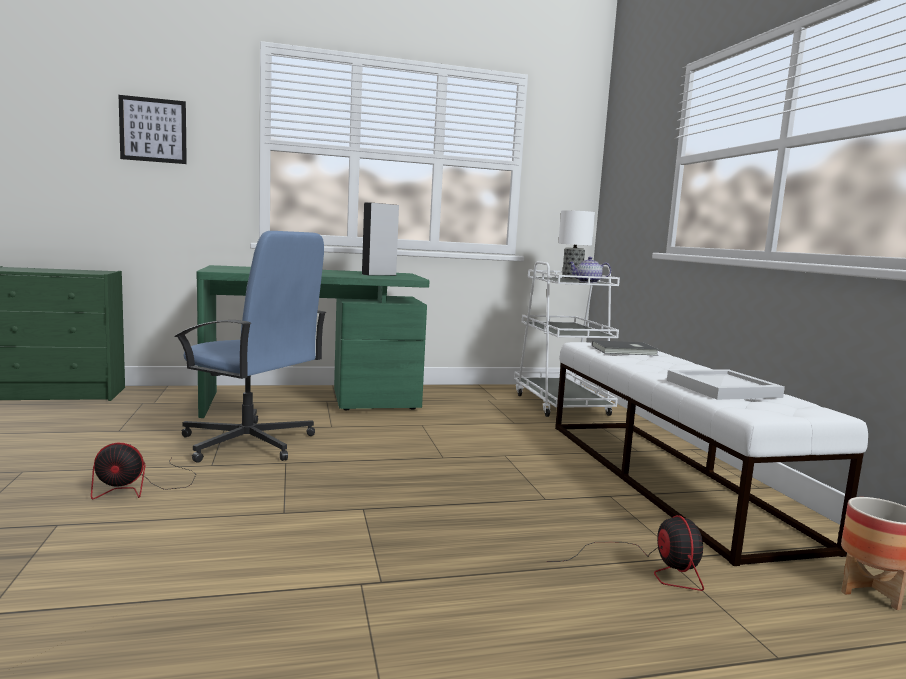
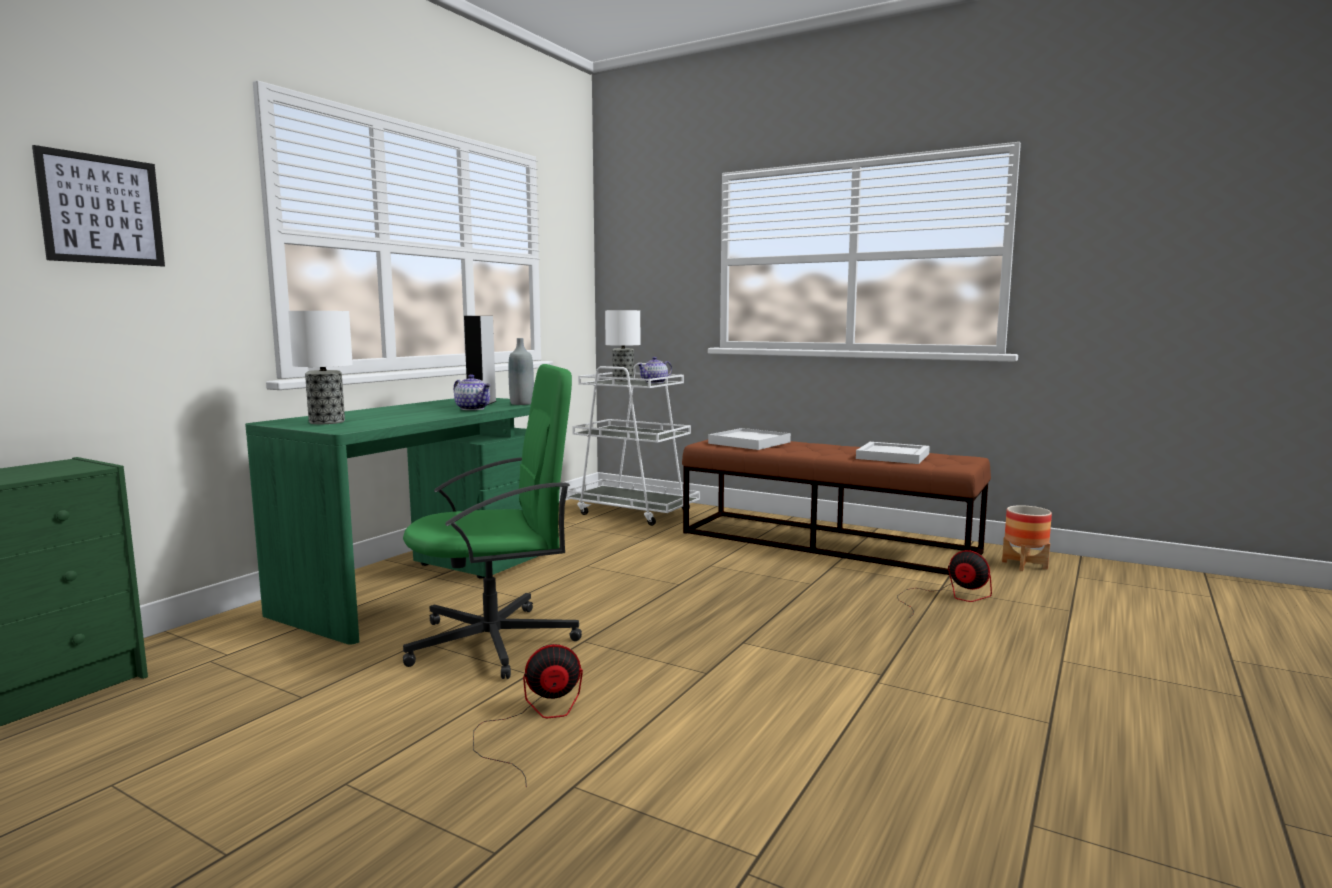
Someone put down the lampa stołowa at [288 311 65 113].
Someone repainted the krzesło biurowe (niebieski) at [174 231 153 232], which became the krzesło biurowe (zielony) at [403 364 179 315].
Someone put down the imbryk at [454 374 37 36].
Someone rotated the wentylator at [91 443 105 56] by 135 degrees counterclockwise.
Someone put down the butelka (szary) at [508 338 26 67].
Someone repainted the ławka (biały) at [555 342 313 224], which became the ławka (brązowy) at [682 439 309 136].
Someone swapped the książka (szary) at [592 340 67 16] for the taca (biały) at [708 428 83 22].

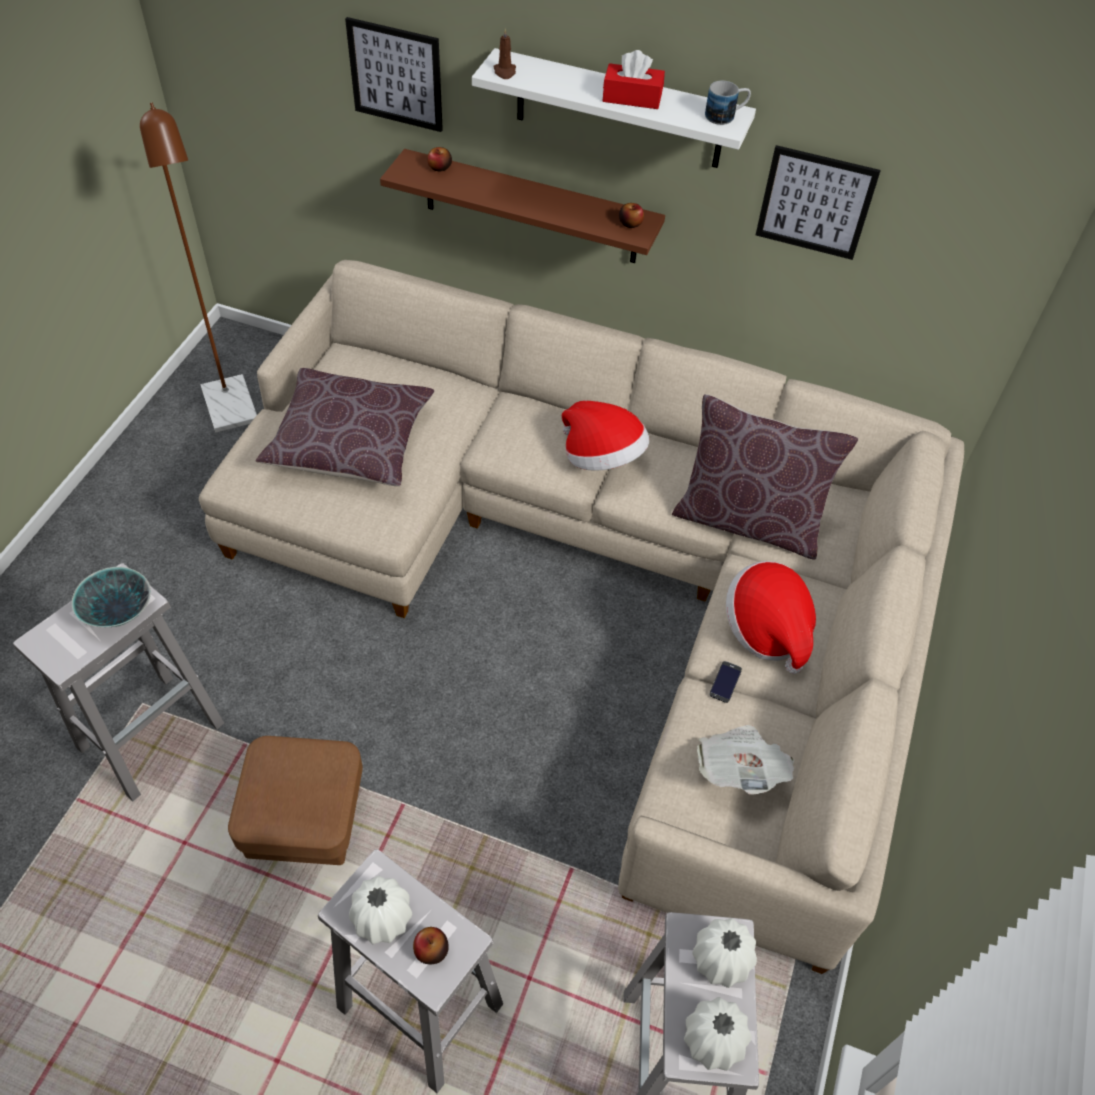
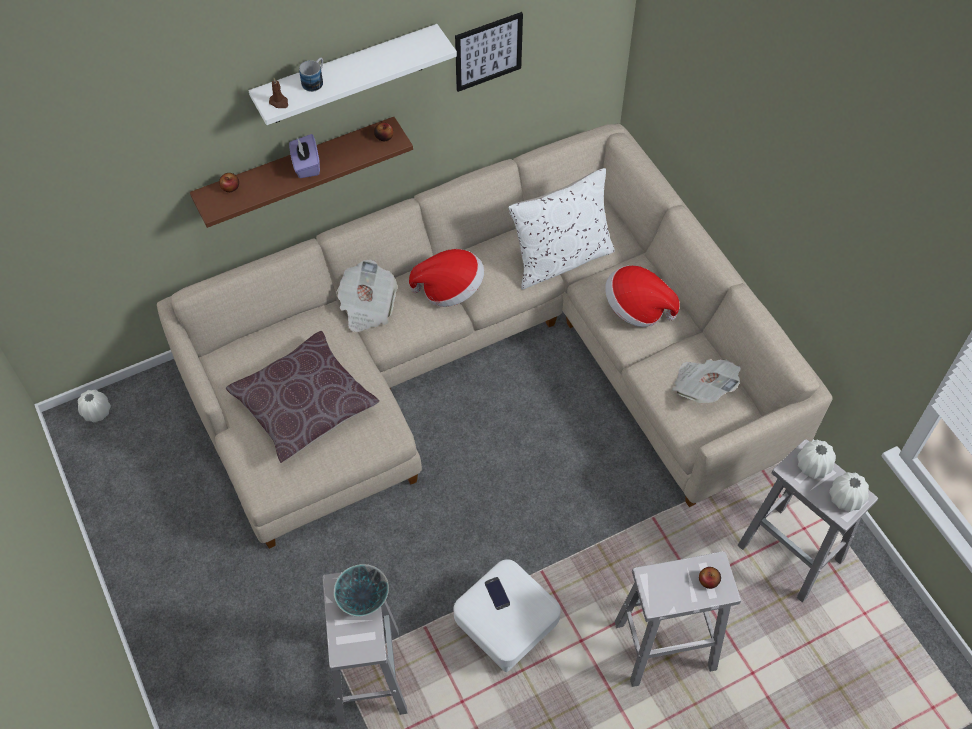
Someone carried the wazon (biały) from [349 876 63 68] to [78 390 33 32].
Someone put down the pudełko chusteczek (fioletowy) at [289 134 31 44].
Someone carried the kubek from [705 81 46 44] to [299 58 24 34].
Someone put down the gazeta at [336 260 62 72].
Someone repainted the pufa (brązowy) at [228 736 135 129], which became the pufa (biały) at [454 559 107 113].
Someone carried the telefon from [709 661 33 42] to [485 577 25 33].
Someone repainted the poduszka (brązowy) at [672 394 186 166], which became the poduszka (biały) at [508 168 107 121].
Someone took away the lampa stojąca (brązowy) at [140 102 117 330].
Someone took away the obraz at [345 17 98 115].
Someone took away the pudełko chusteczek (czerwony) at [603 50 62 59].

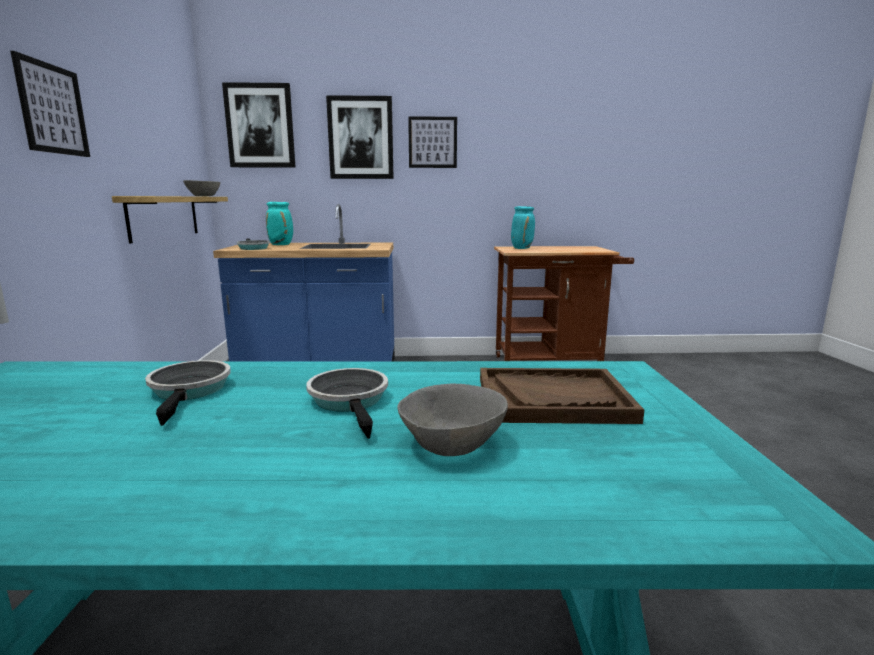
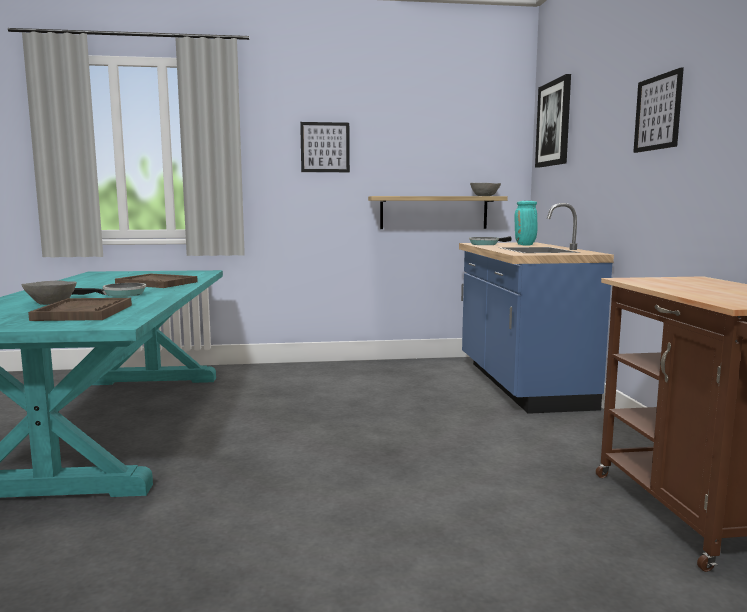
Someone swapped the patelnia at [145 360 86 66] for the taca (brązowy) at [115 274 83 14].
Someone took away the obraz at [326 95 68 84].
Someone took away the wazon (turkusowy) at [511 206 24 43].

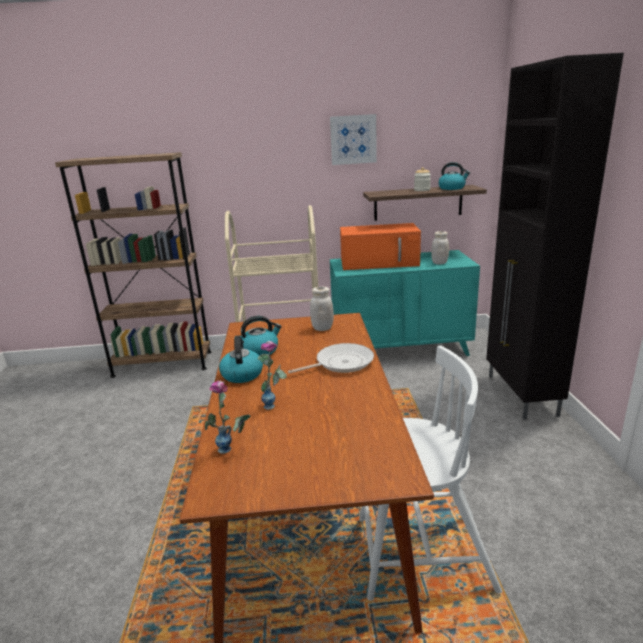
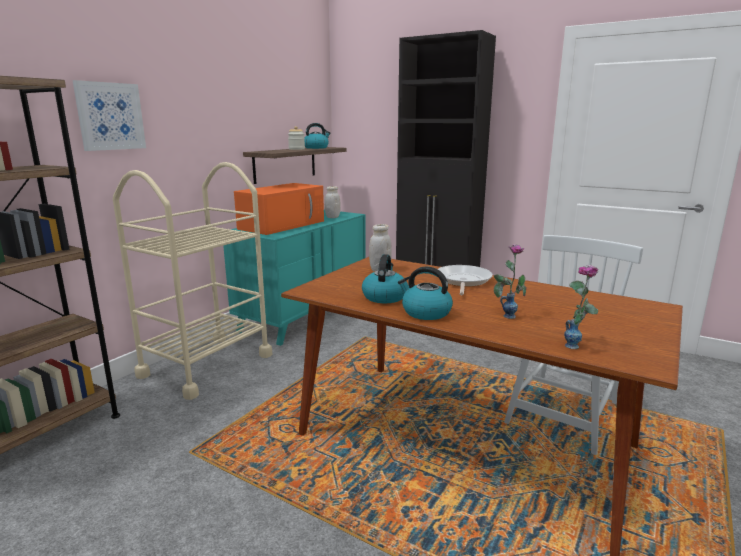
Someone carried the obraz from [330 114 47 51] to [73 80 73 71].

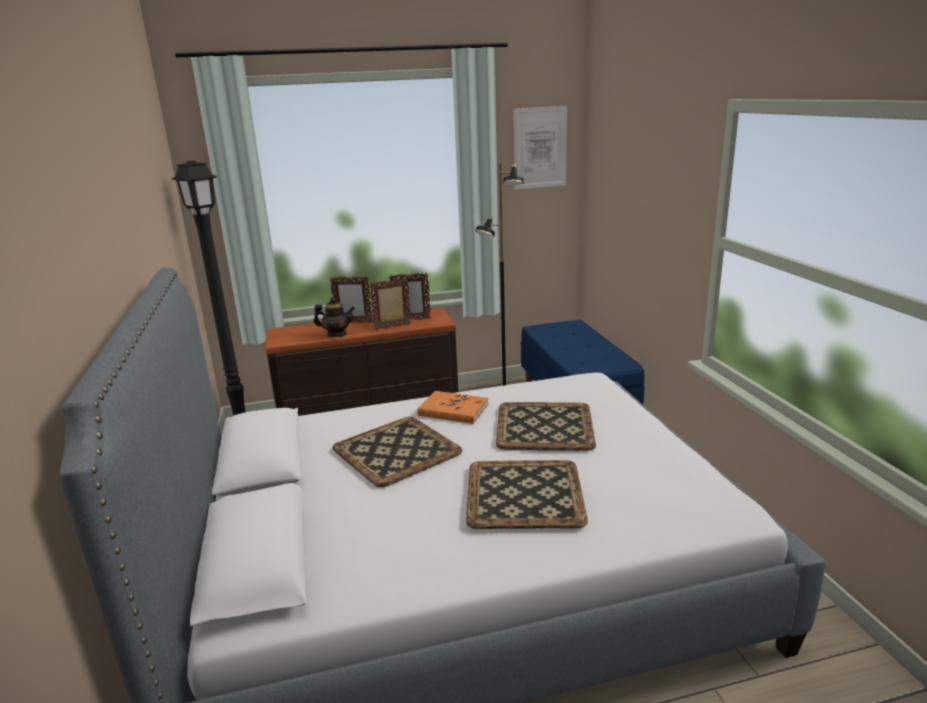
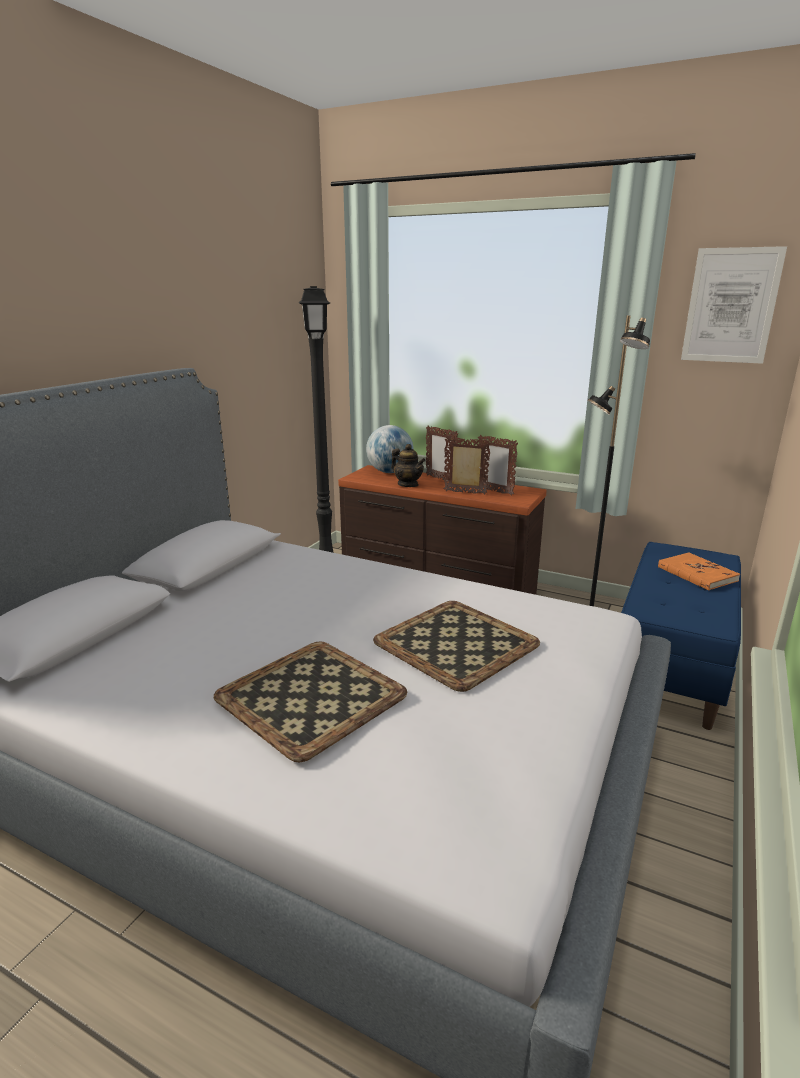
Someone put down the globus at [366 425 47 48].
Someone carried the książka (pomarańczowy) from [417 391 71 33] to [658 552 82 38].
Someone took away the taca at [332 417 130 70].

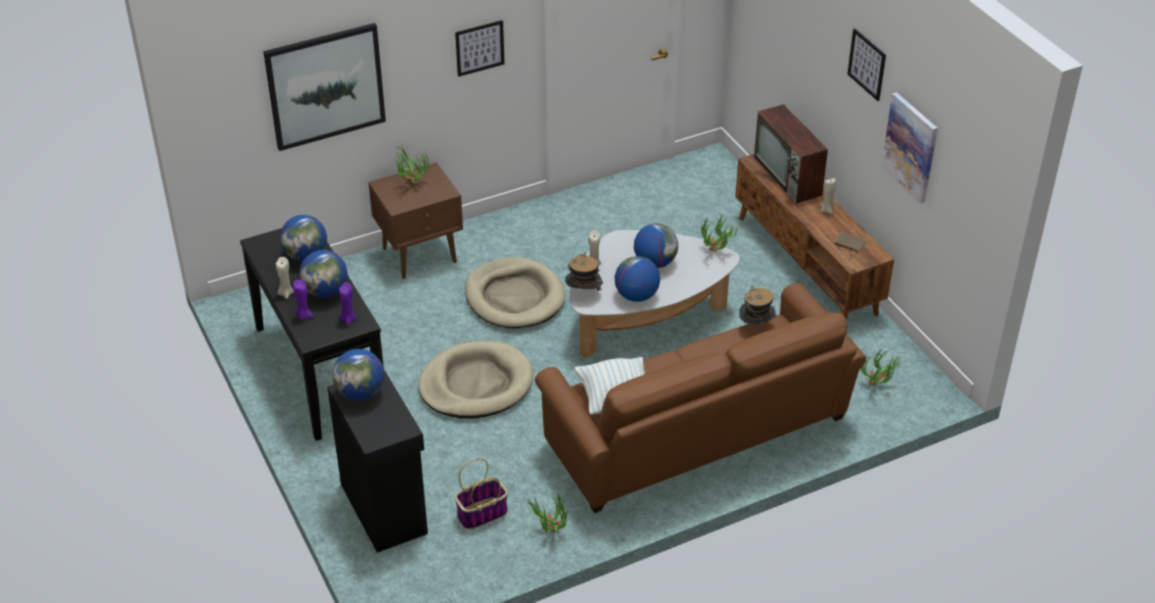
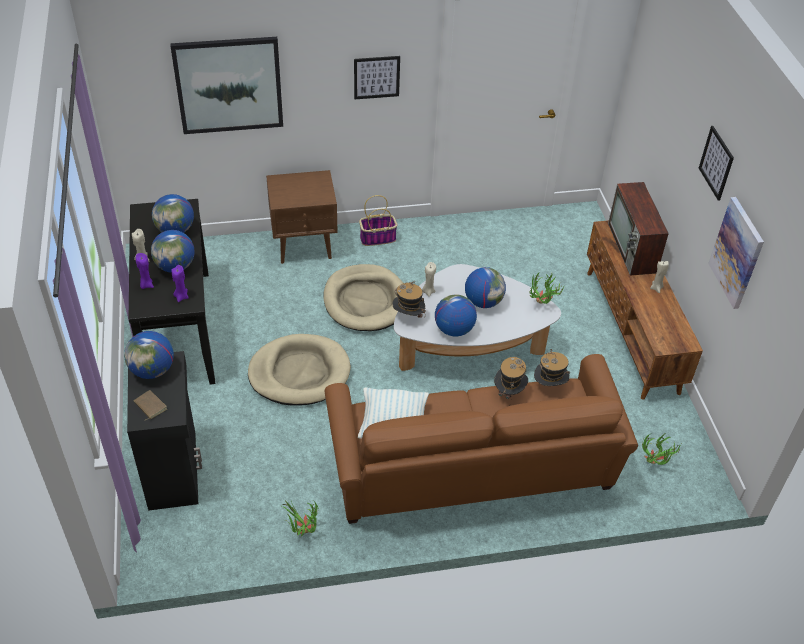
Someone carried the książka (brązowy) from [834 232 32 22] to [134 390 33 31].
Someone carried the koszyk from [455 458 53 72] to [359 195 38 51].
Someone put down the kapelusz at [494 357 34 49].
Someone took away the roślina doniczkowa at [392 145 37 40].

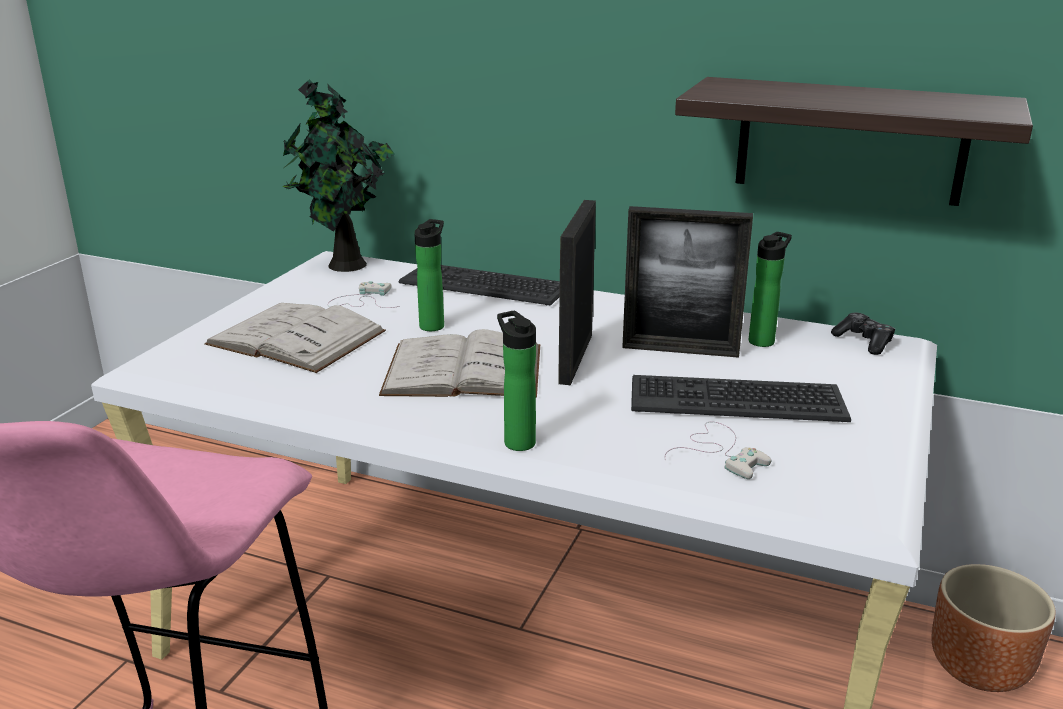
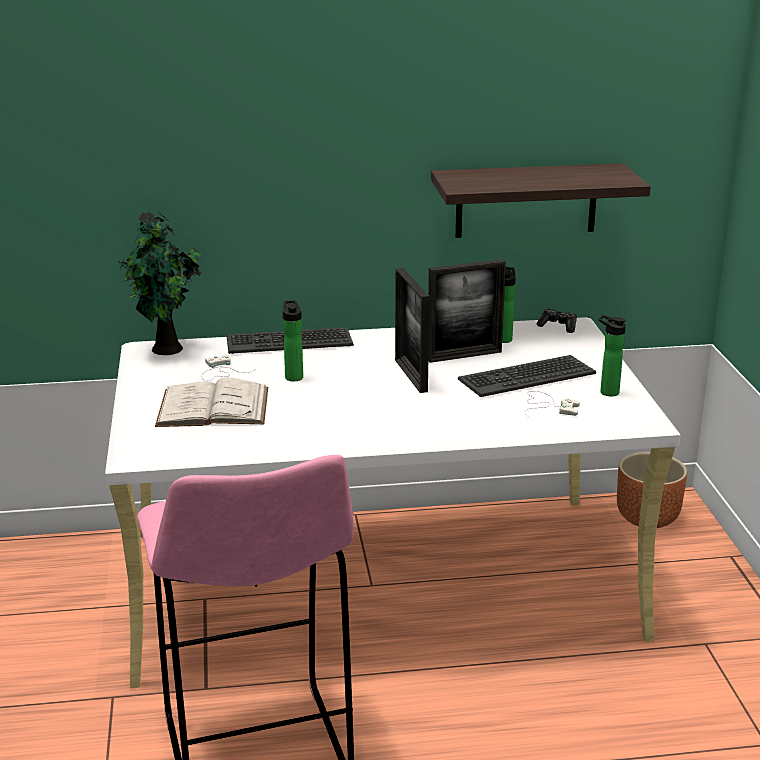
Someone carried the butelka from [497 311 39 140] to [598 315 28 81].
Someone took away the książka (biały) at [379 329 161 69].

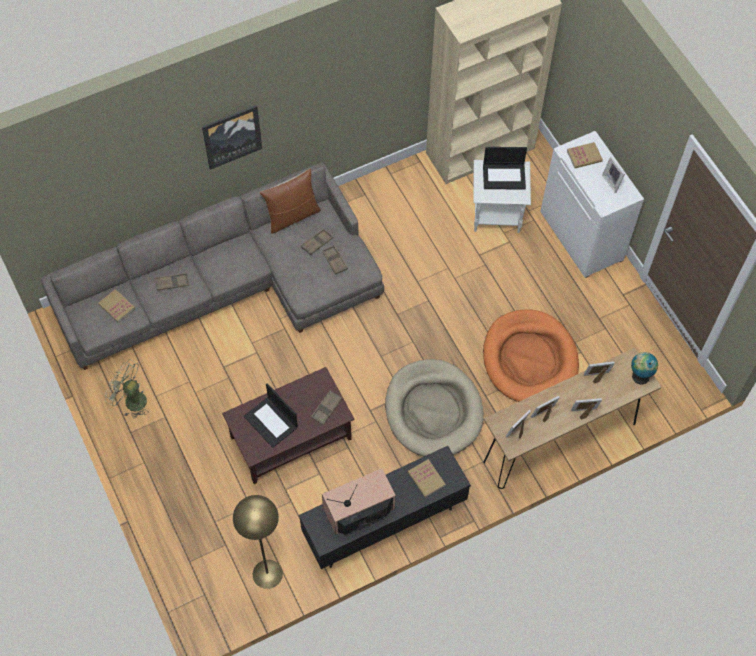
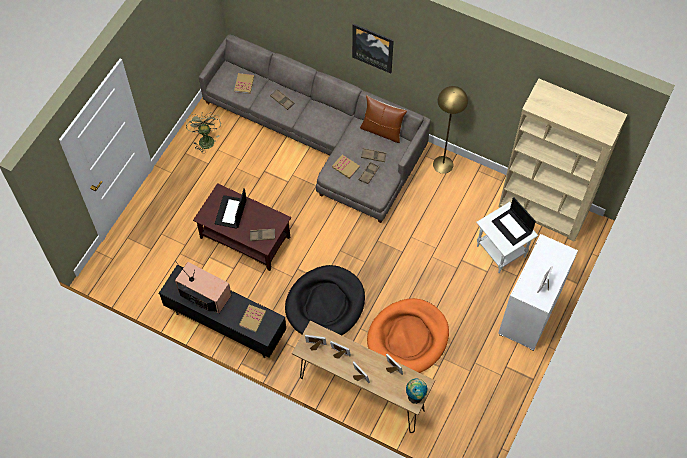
Someone repainted the legowisko (beżowy) at [385 359 99 97], which became the legowisko (czarny) at [285 265 80 70].
Someone carried the książka from [567 142 36 26] to [332 155 28 24].
Someone carried the lampa stojąca (żółty) from [233 495 50 94] to [433 86 35 88].

